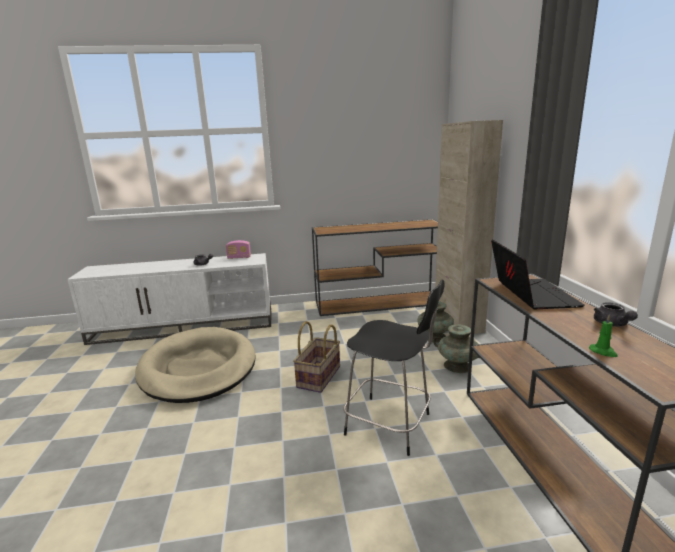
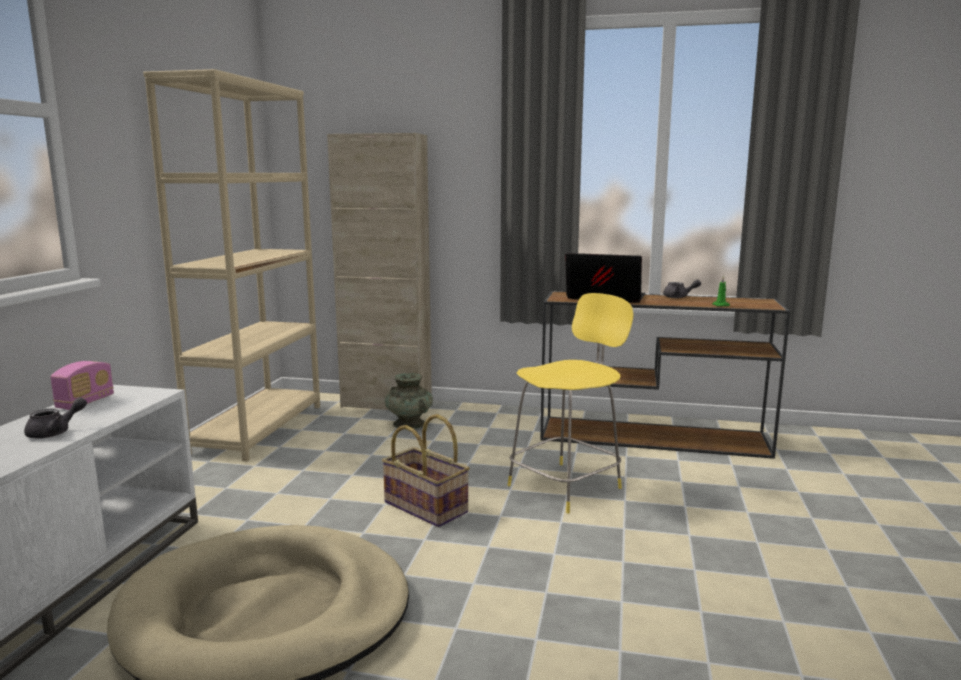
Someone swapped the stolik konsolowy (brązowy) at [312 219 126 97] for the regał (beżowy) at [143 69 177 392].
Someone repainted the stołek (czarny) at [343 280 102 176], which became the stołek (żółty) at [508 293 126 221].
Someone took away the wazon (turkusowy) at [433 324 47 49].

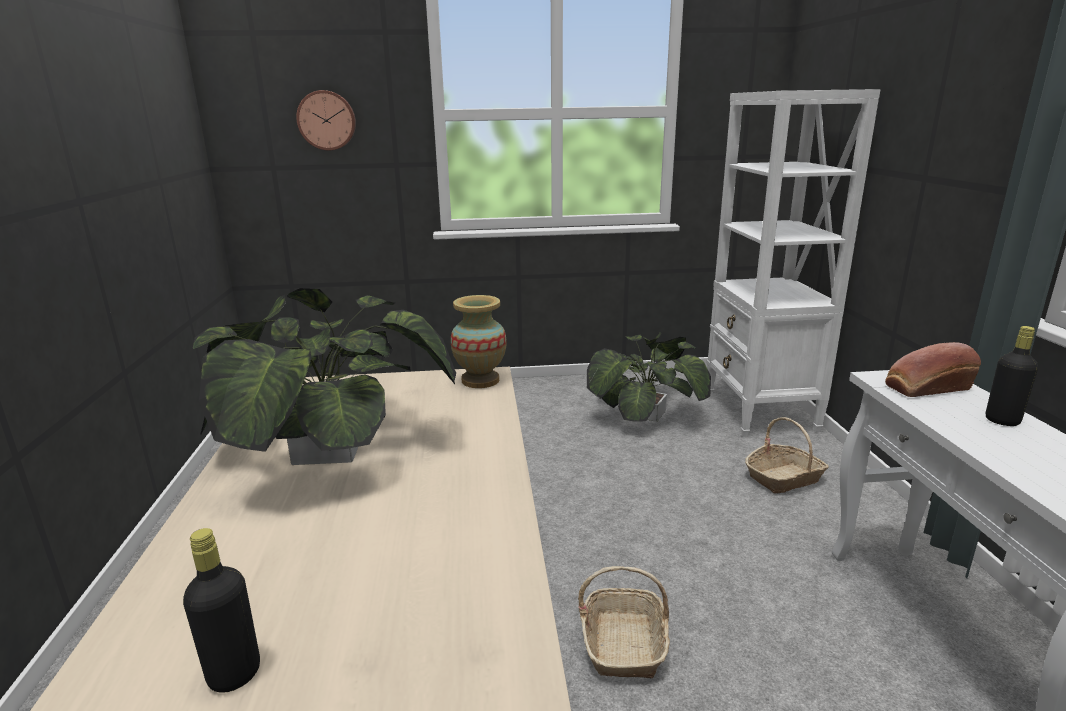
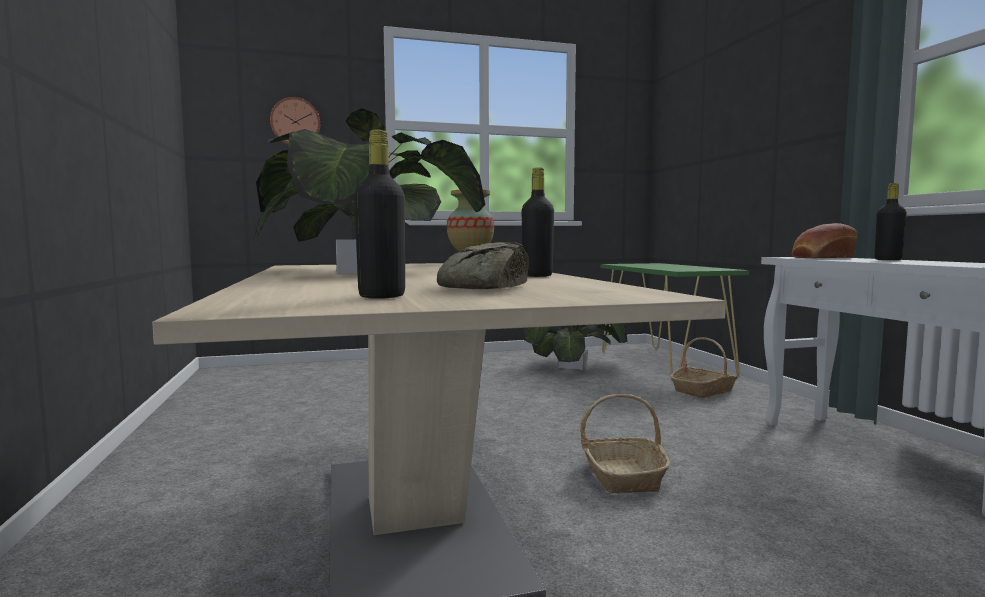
Someone put down the chleb at [437 242 92 47].
Someone put down the butelka (czarny) at [522 167 32 110].
Someone swapped the regał (biały) at [707 89 174 348] for the stolik konsolowy (zielony) at [601 263 148 117].

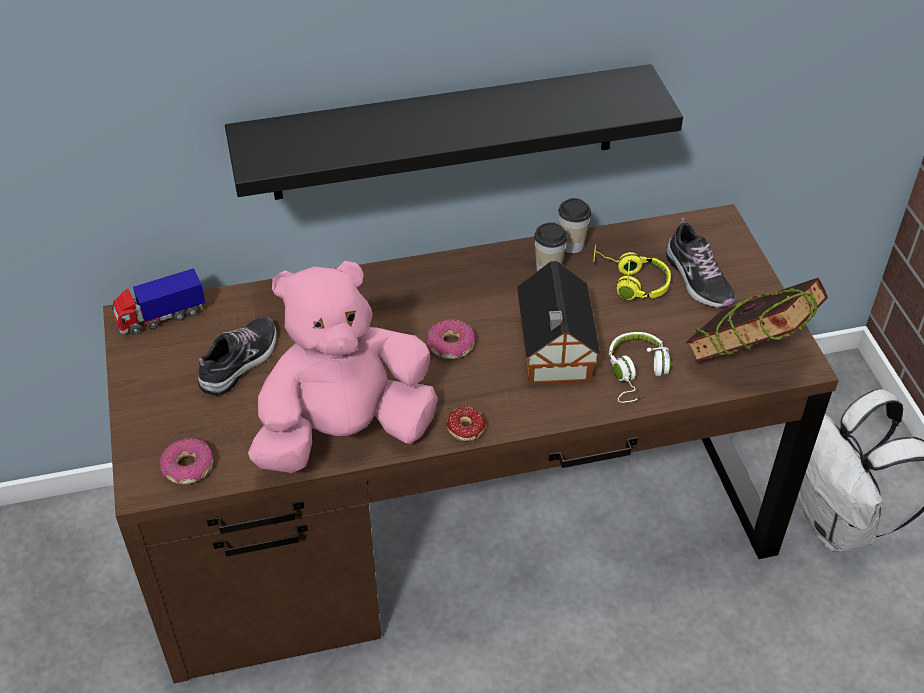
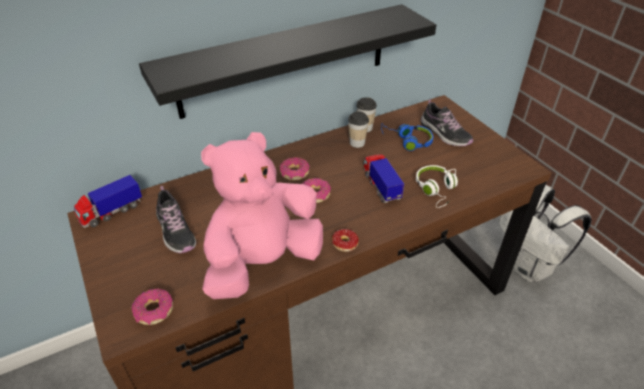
Someone rotated the but at [198 317 79 78] by 135 degrees clockwise.
Someone put down the donut at [280 157 30 23].
Someone swapped the domek at [517 261 84 123] for the ciężarówka zabawkowa at [363 154 41 49].
Someone repainted the słuchawki (żółty) at [593 244 78 56], which became the słuchawki (niebieski) at [381 123 52 28].
Someone took away the książka at [686 278 142 84].

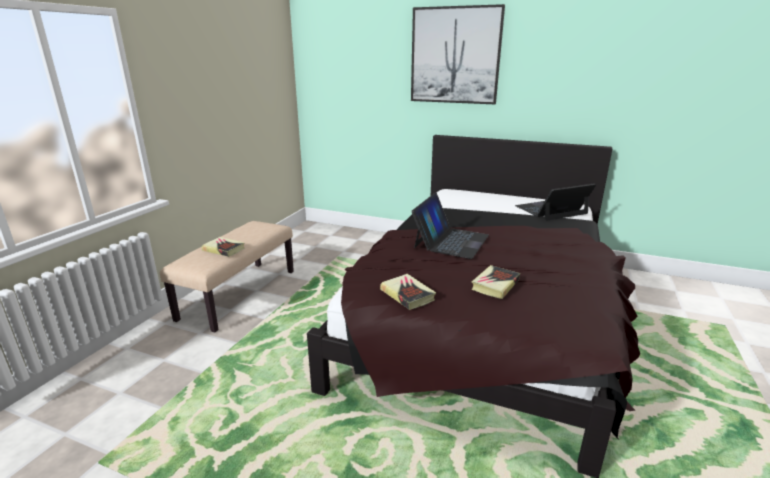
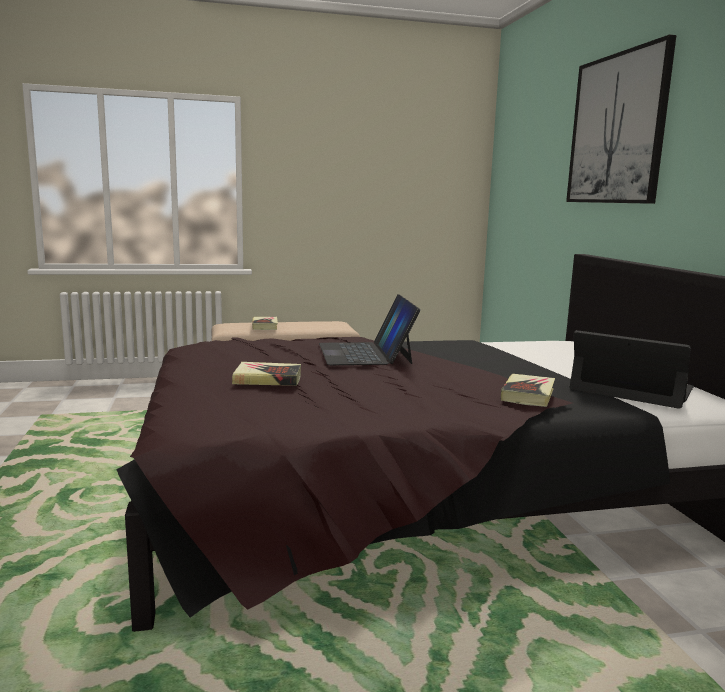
Someone rotated the laptop at [411 193 78 66] by 90 degrees clockwise.
Someone carried the książka from [380 274 56 36] to [501 374 54 33].

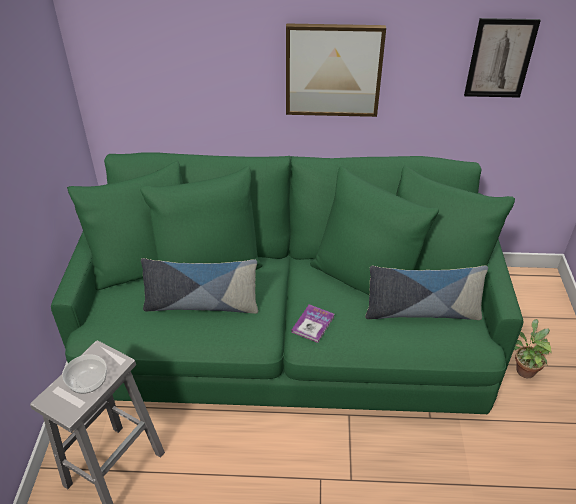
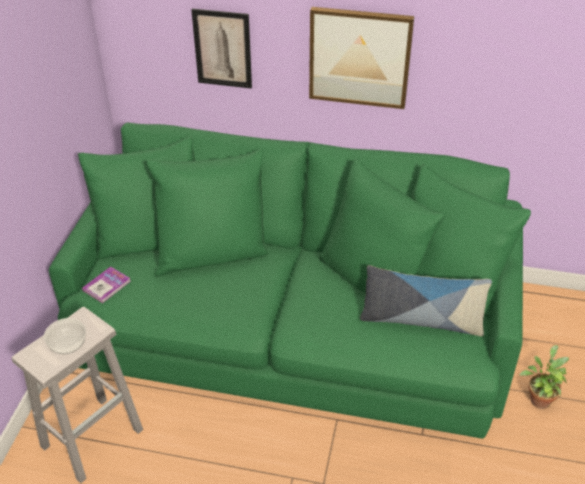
Someone carried the książka from [292 304 42 39] to [82 266 48 37].
Someone carried the obraz from [464 18 77 80] to [191 9 61 79].
Someone took away the poduszka at [141 258 117 56].

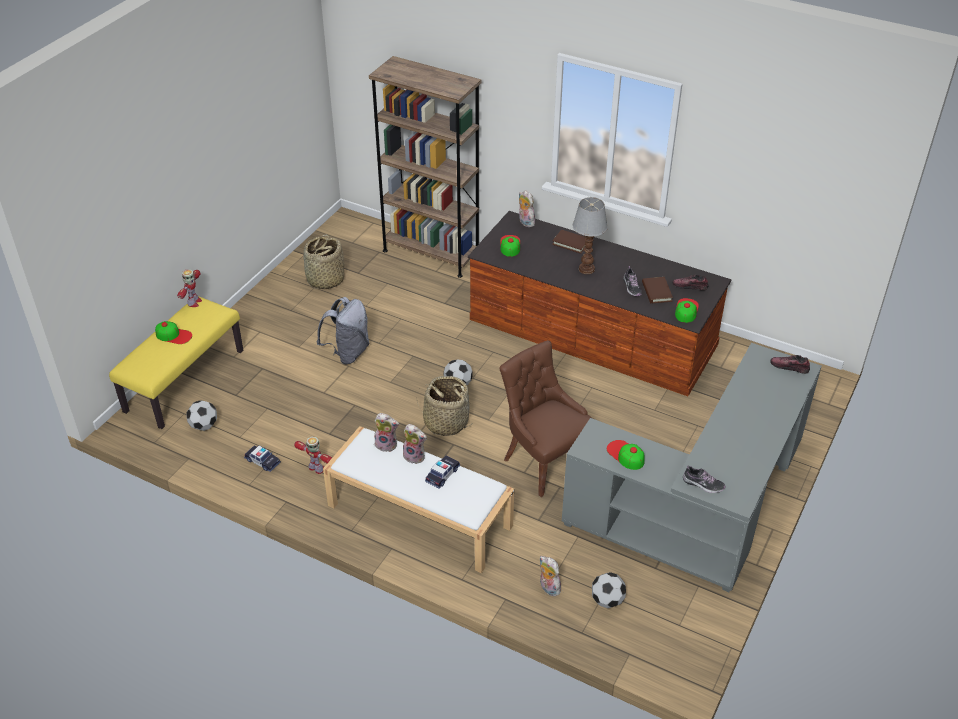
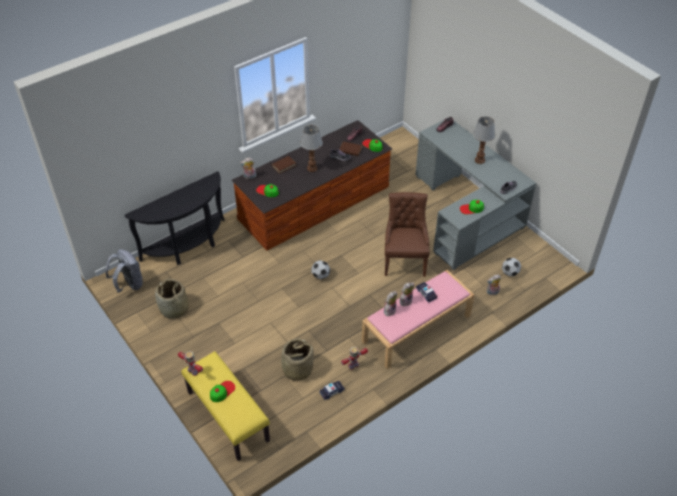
Someone carried the plecak (szary) from [316 297 54 67] to [105 249 38 44].
Someone swapped the regał (brązowy) at [369 56 112 222] for the stolik konsolowy (czarny) at [125 171 100 94].
Someone carried the koszyk from [416 376 56 60] to [279 339 35 42].
Someone repainted the ławka (biały) at [323 426 191 147], which became the ławka (różowy) at [362 270 113 99].
Someone rotated the krzesło (brązowy) at [499 340 94 157] by 105 degrees clockwise.
Someone put down the lampa stołowa at [473 116 22 48].
Someone took away the piłka futbolowa at [186 400 31 31].

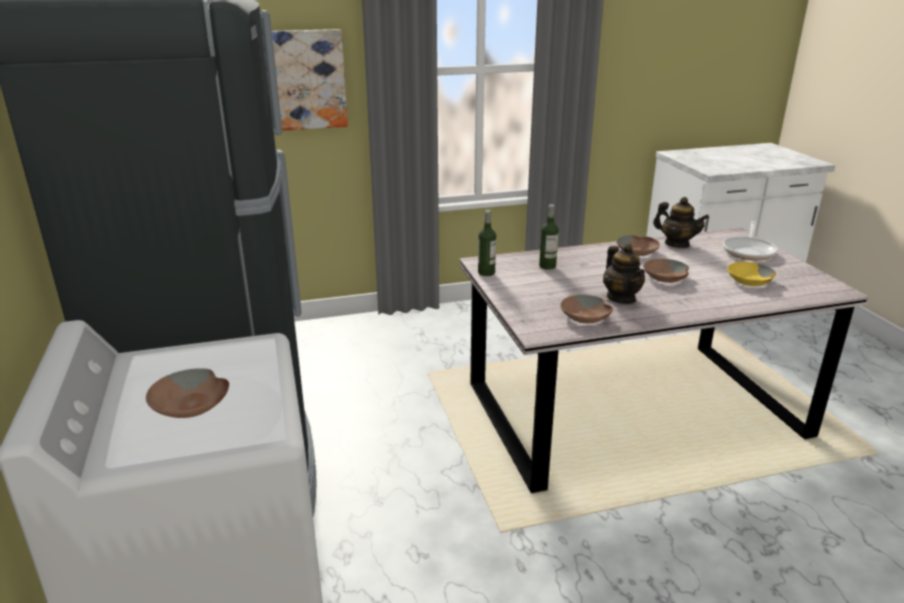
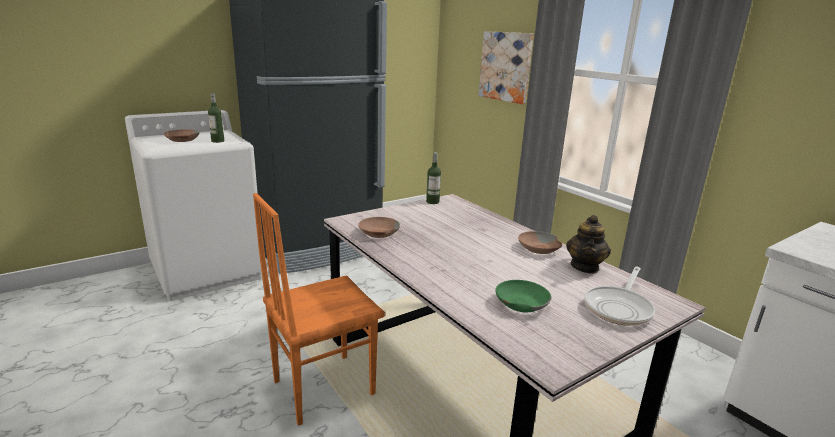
Someone carried the butelka from [539 205 20 65] to [208 93 16 50].
Someone put down the krzesło (pomarańczowy) at [253 193 132 233].
Someone repainted the miska (żółty) at [727 262 49 24], which became the miska (zielony) at [495 280 56 32].
Someone rotated the patelnia at [723 221 55 40] by 60 degrees counterclockwise.
Someone took away the imbryk at [603 244 42 60].
Someone took away the miska (brązowy) at [643 259 46 24].

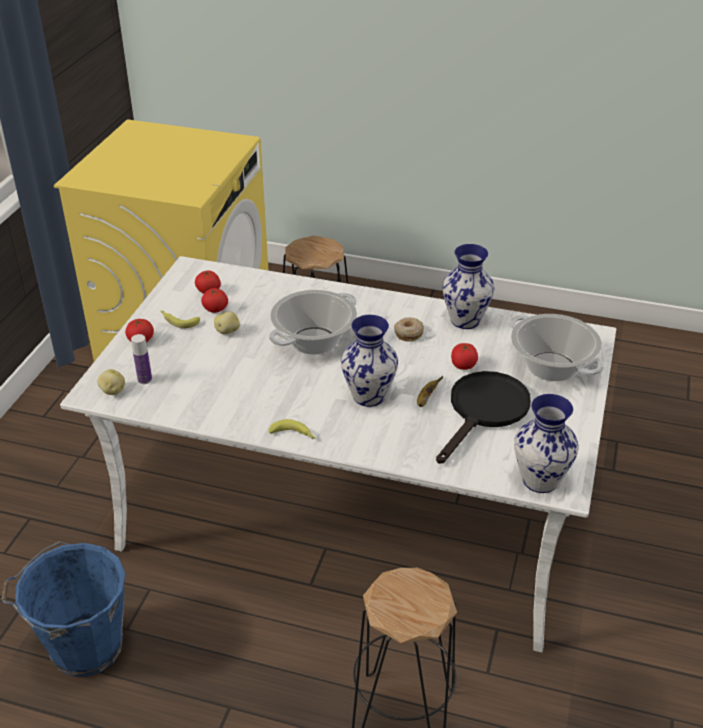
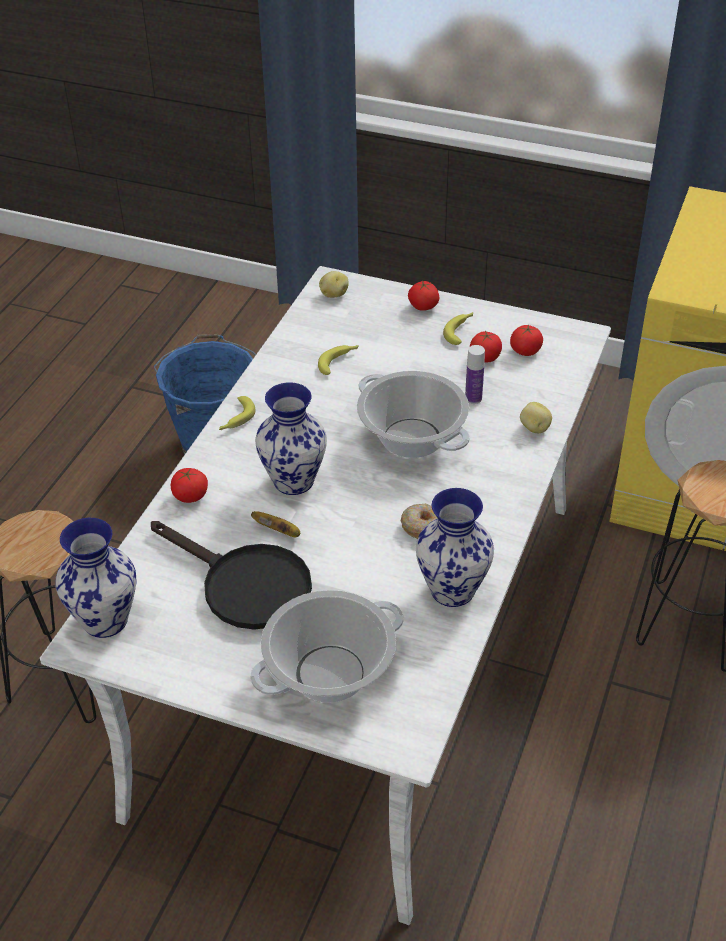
Someone carried the pomidor from [451 343 27 27] to [171 468 37 35].
Someone put down the banan at [318 345 41 30].
Someone carried the butelka from [131 334 21 50] to [465 345 20 59].
Someone carried the ziemniak from [214 311 26 24] to [520 402 32 31].

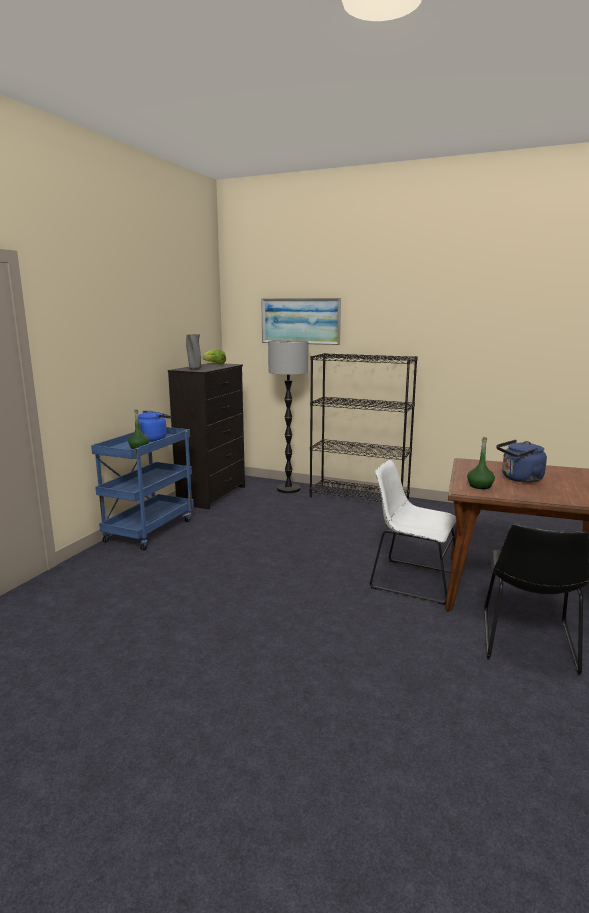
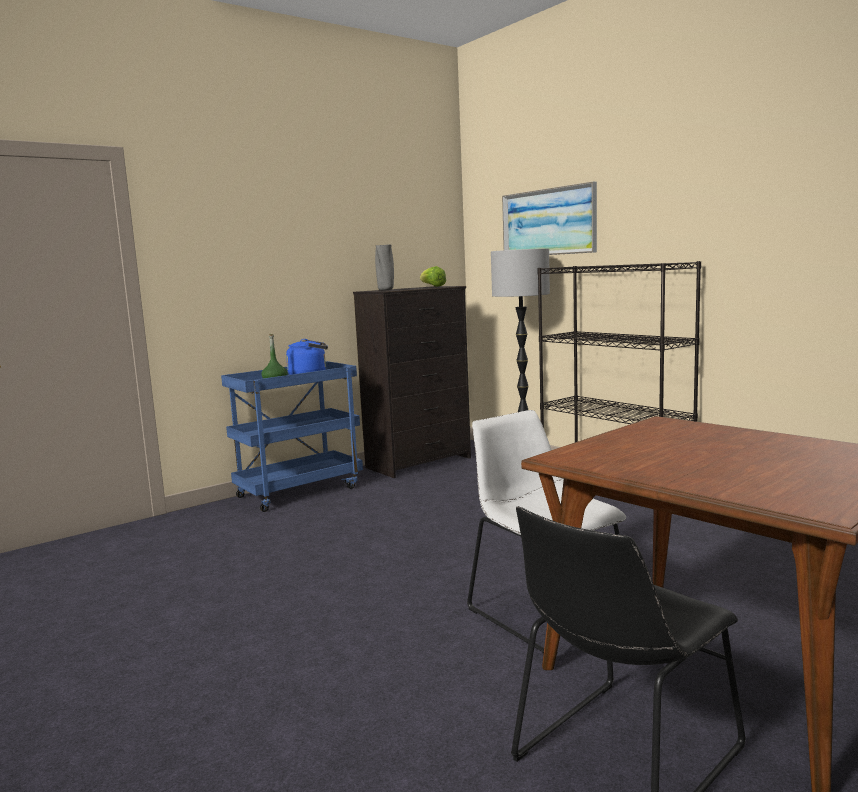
Someone took away the butelka (zielony) at [467 437 28 52].
Someone took away the czajnik (niebieski) at [496 440 51 43].

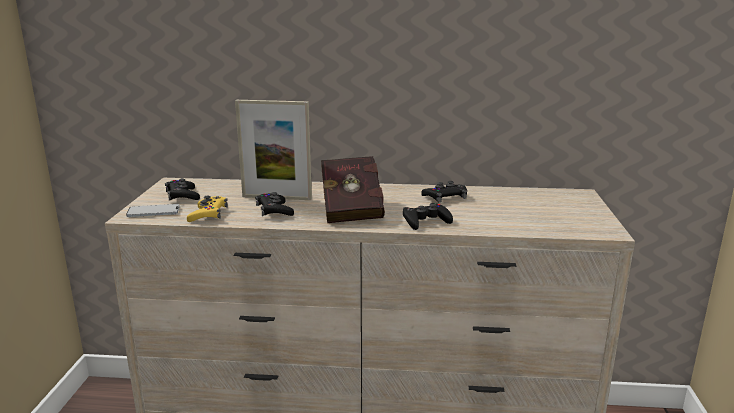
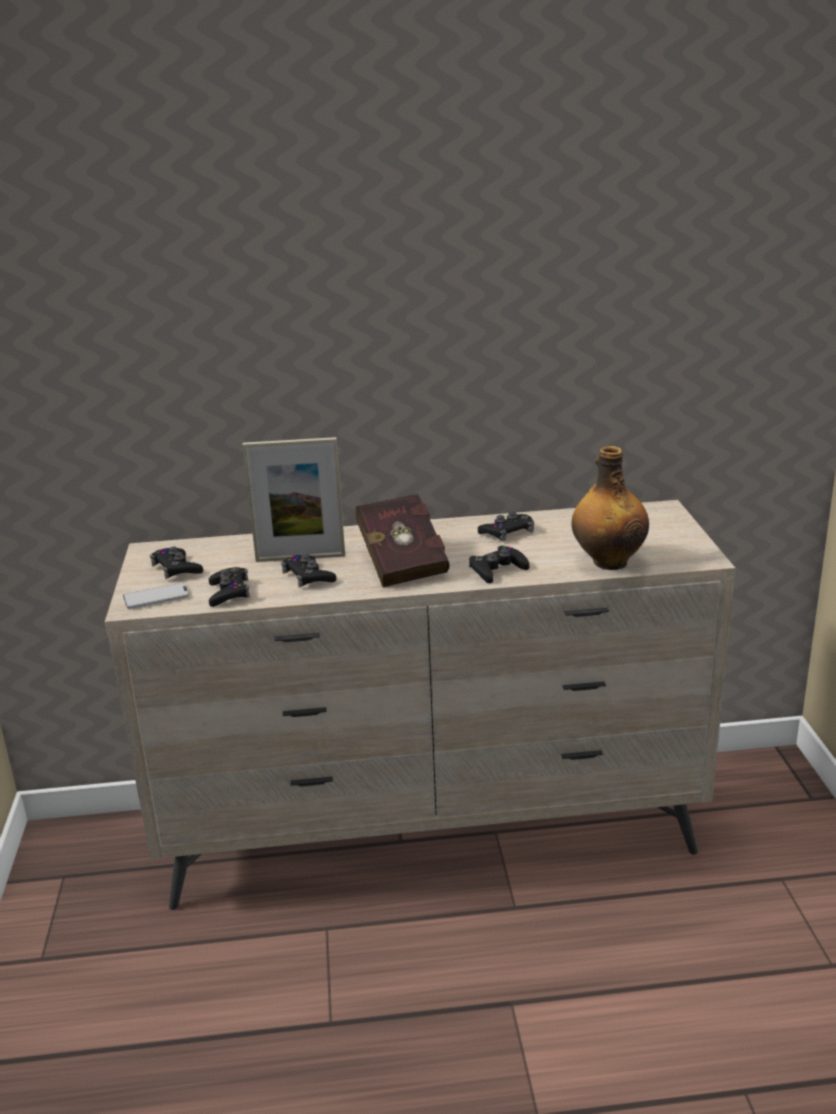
Someone repainted the pad do gier (żółty) at [187 196 41 26], which became the pad do gier (czarny) at [209 567 41 40].
Someone put down the butelka at [572 446 77 124].

